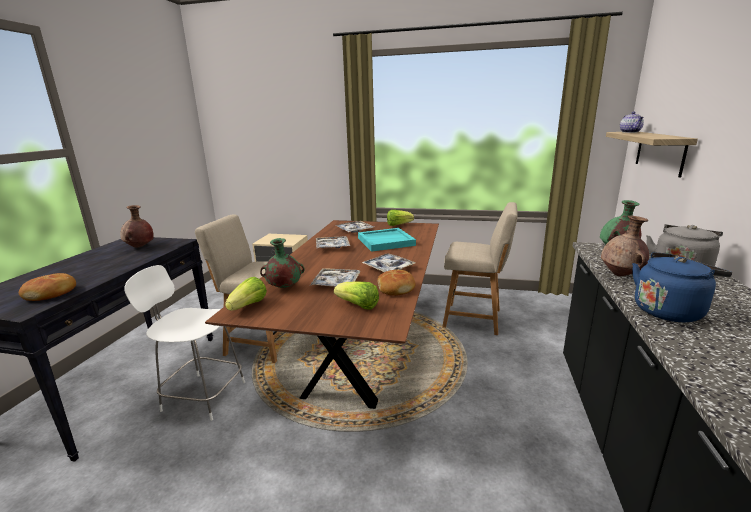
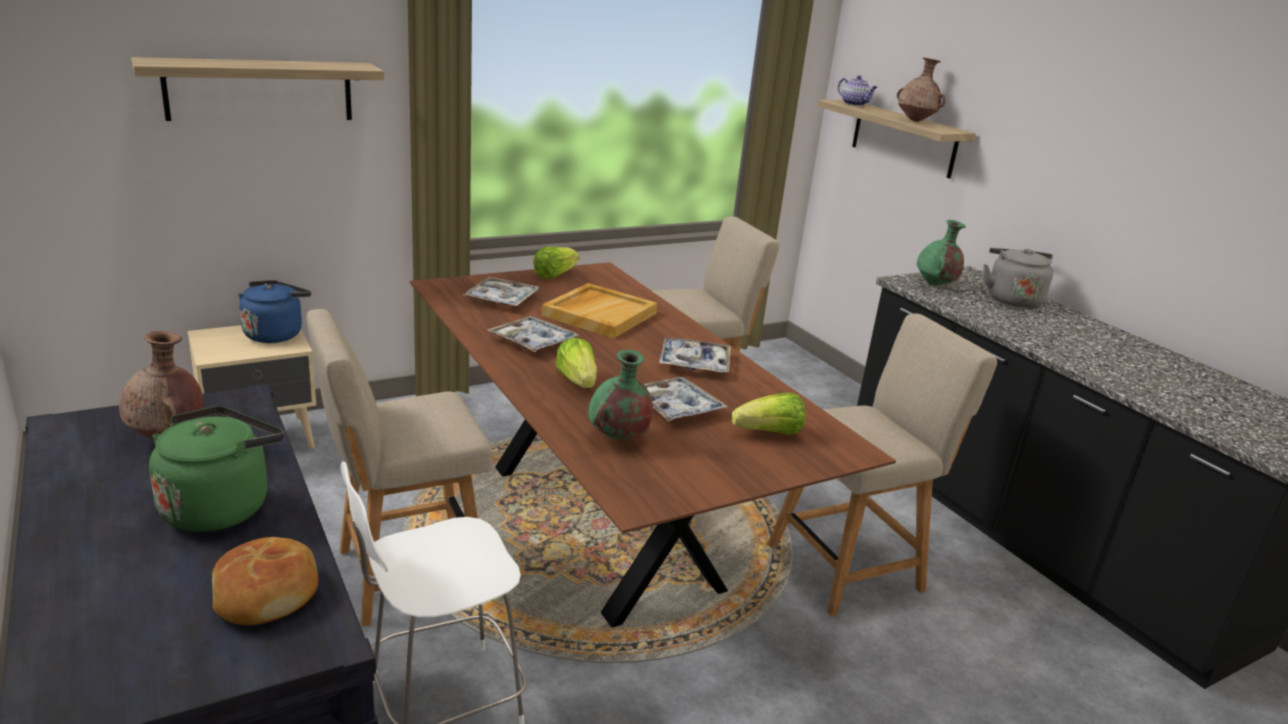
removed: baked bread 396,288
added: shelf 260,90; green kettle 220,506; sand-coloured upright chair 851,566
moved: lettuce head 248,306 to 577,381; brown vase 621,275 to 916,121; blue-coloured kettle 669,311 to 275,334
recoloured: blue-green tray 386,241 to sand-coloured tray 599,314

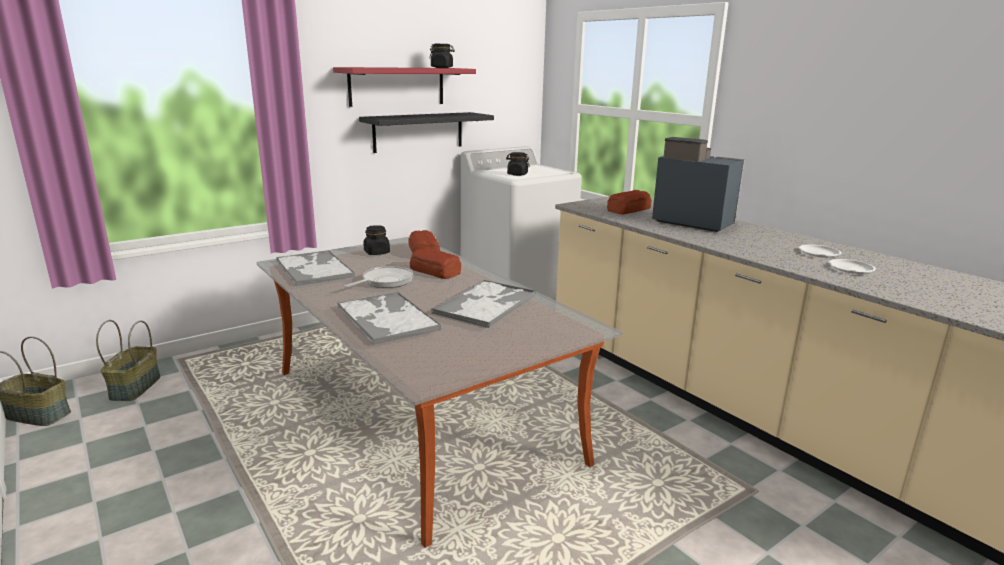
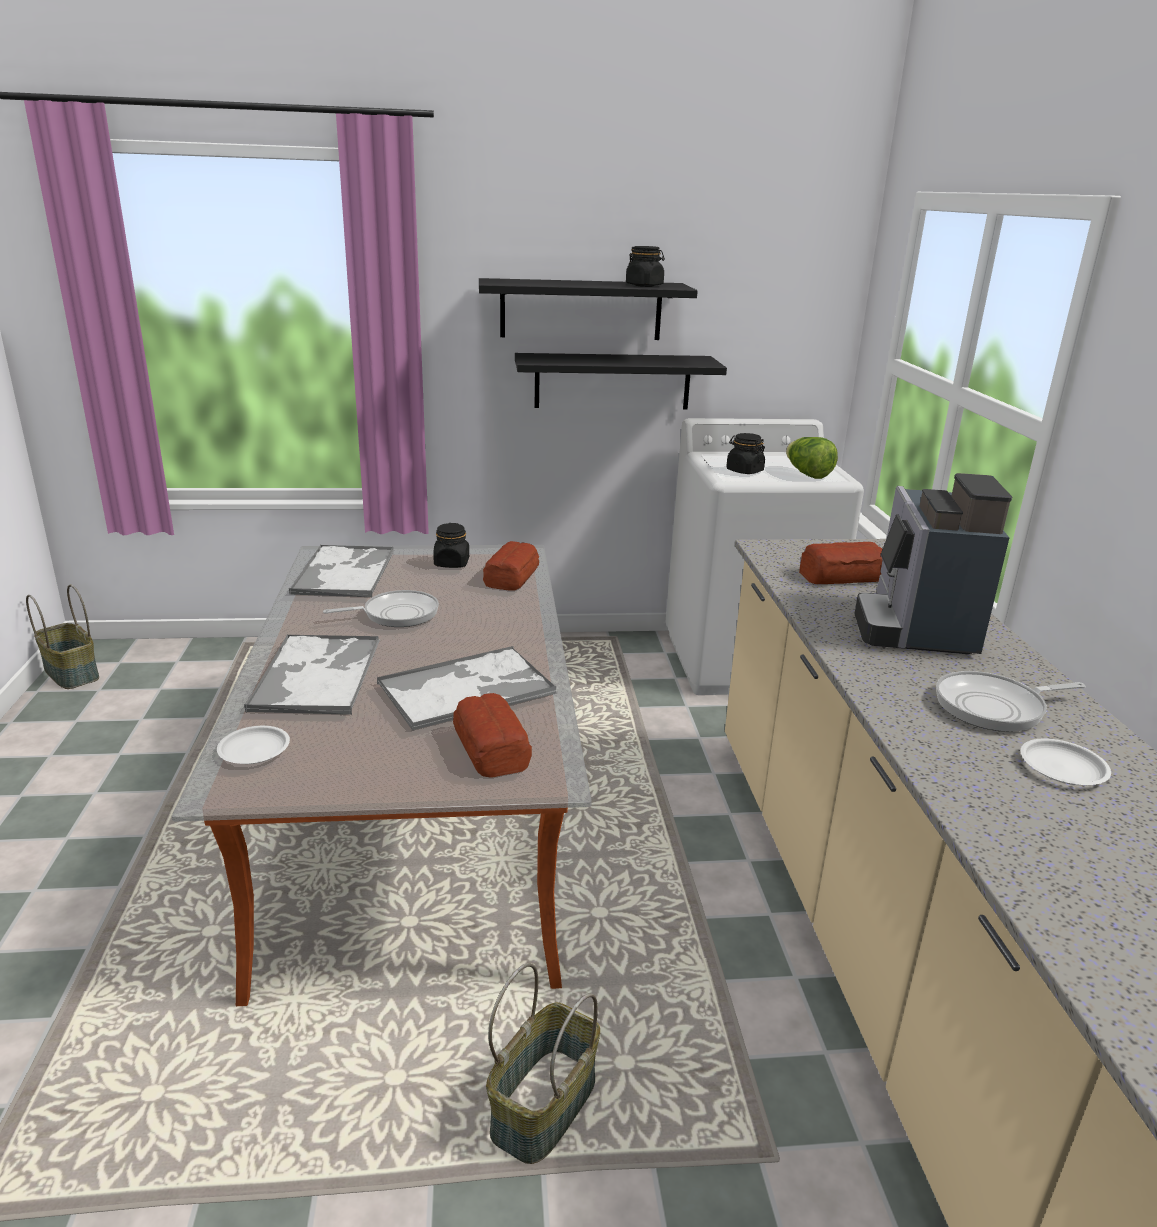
added: lettuce head 807,474; frying pan 995,707
moved: storage basket 135,387 to 543,1105; baked bread 435,271 to 491,746; white-coloured plate 851,269 to 253,750
recoloured: red-coloured shelf 397,86 to blackish shelf 581,309
turned: coffee maker 691,222 = 915,628 150 degrees counterclockwise

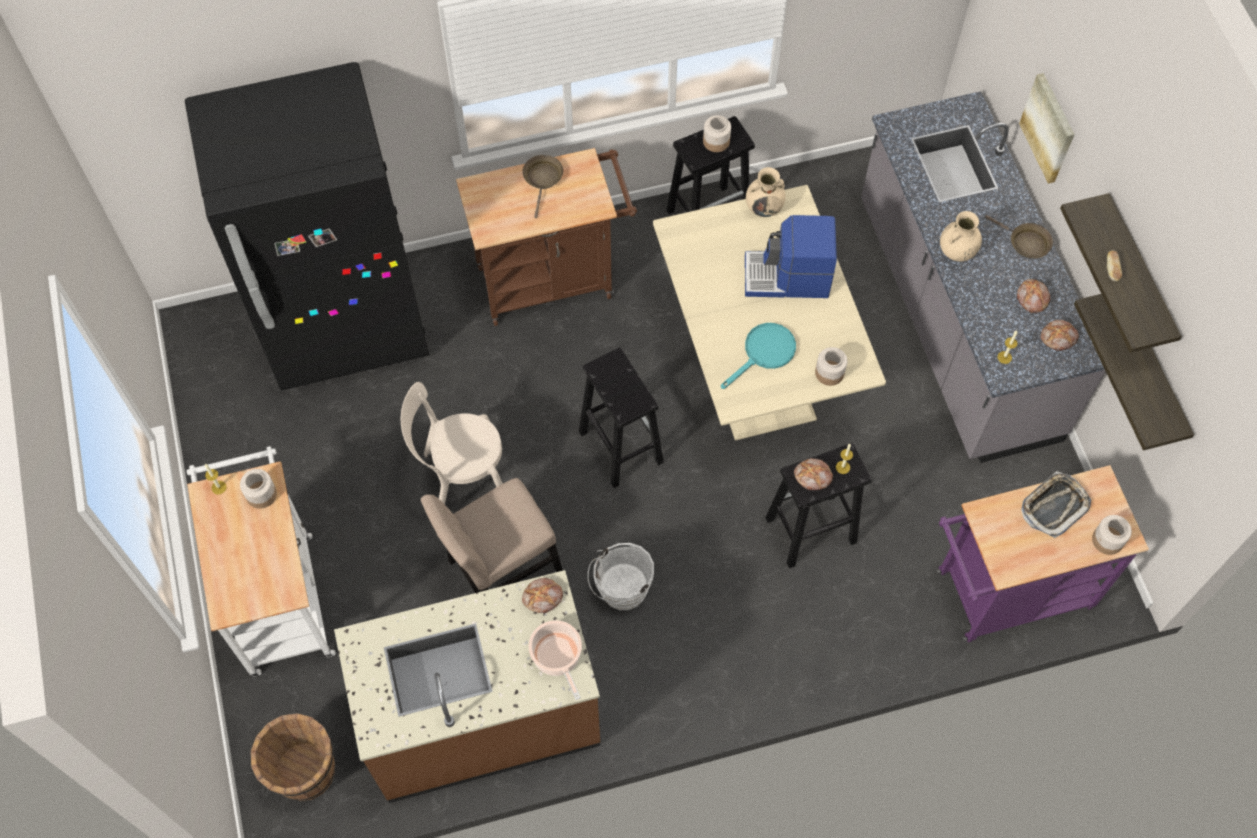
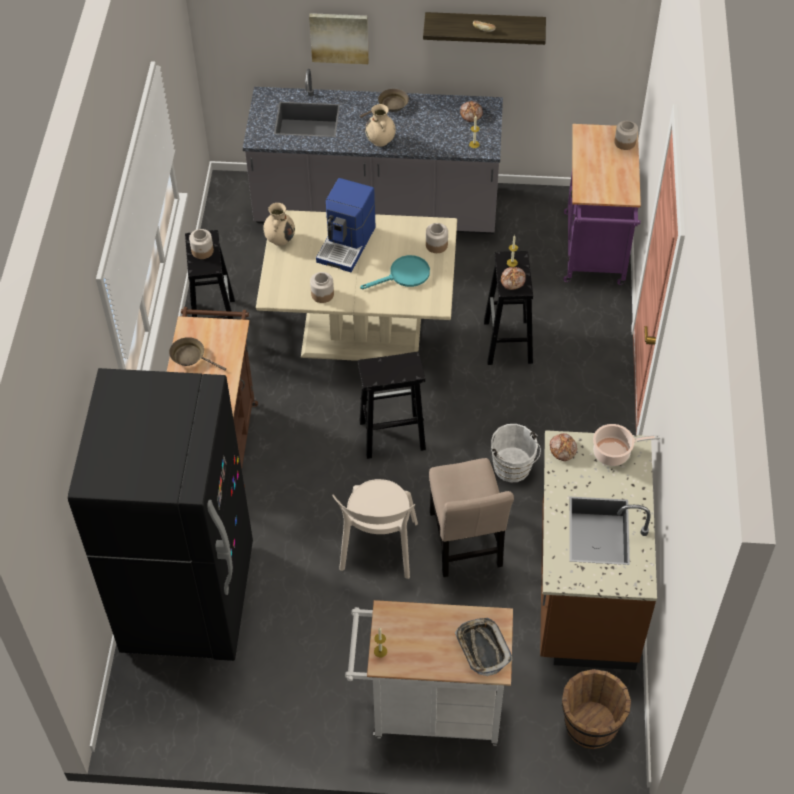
removed: baked bread 1031,299; shelf 1150,371
moved: jar 262,494 to 322,294; tray 1054,506 to 482,648
turned: blue-green frying pan 764,353 = 404,275 90 degrees clockwise

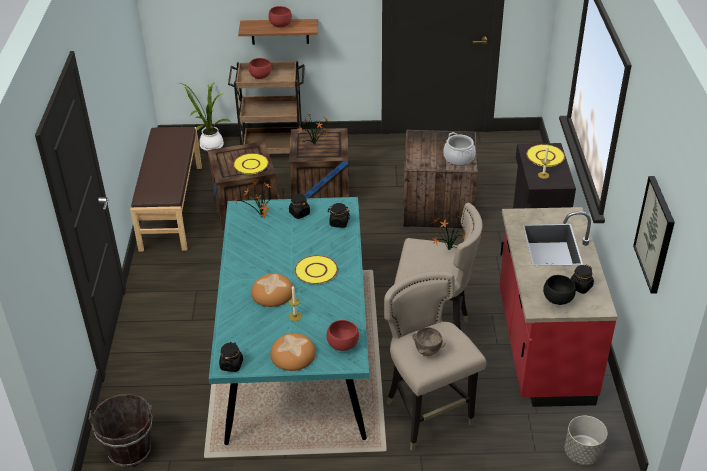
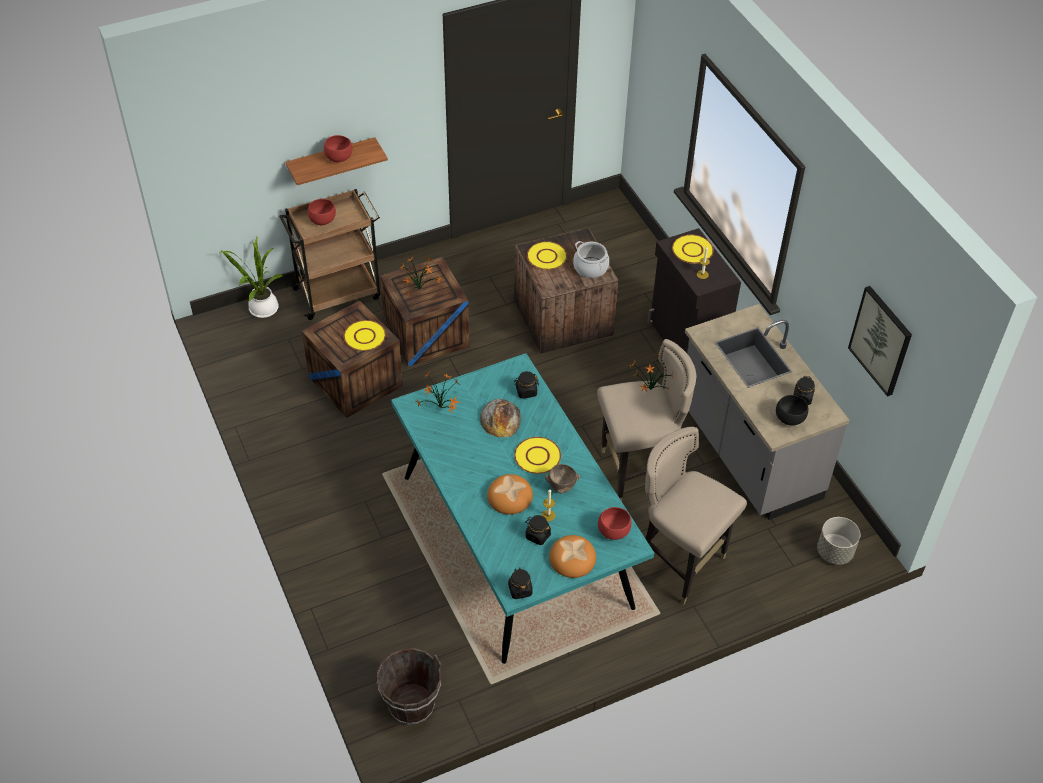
removed: brown indoor bench 171,207
added: baked bread 500,418; yellowish plate 547,256
moved: blackish jar 299,213 to 537,535; brown deep dish 427,352 to 561,488
recoloured: red-coloured kitchen counter 542,347 to grey kitchen counter 747,453

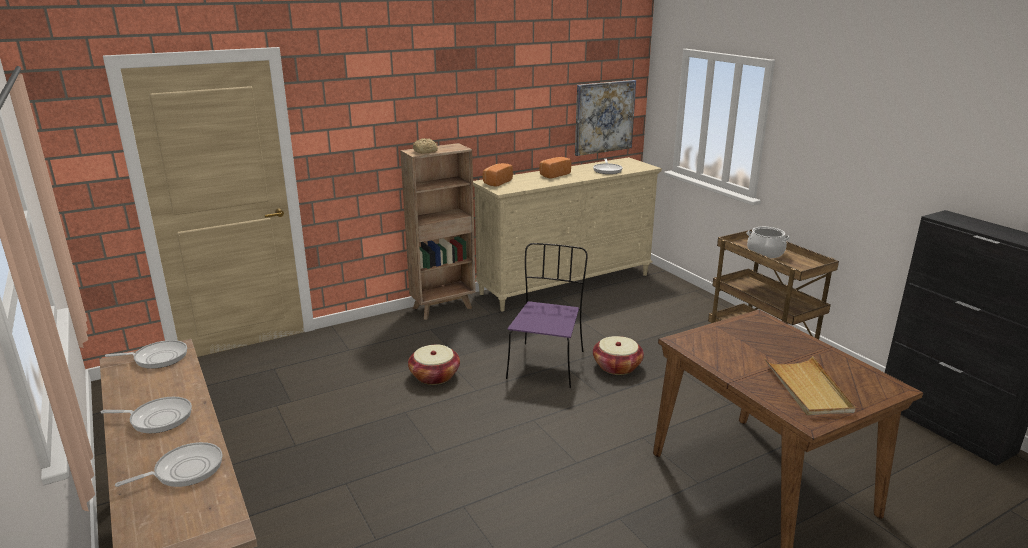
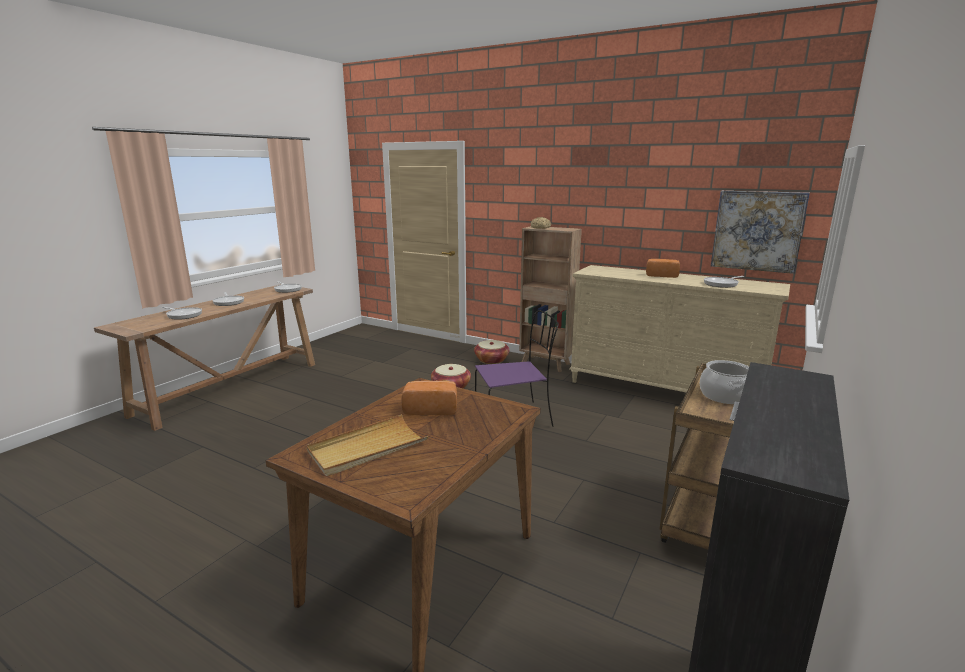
moved: baked bread 496,182 to 431,409; storage basket 617,366 to 491,360

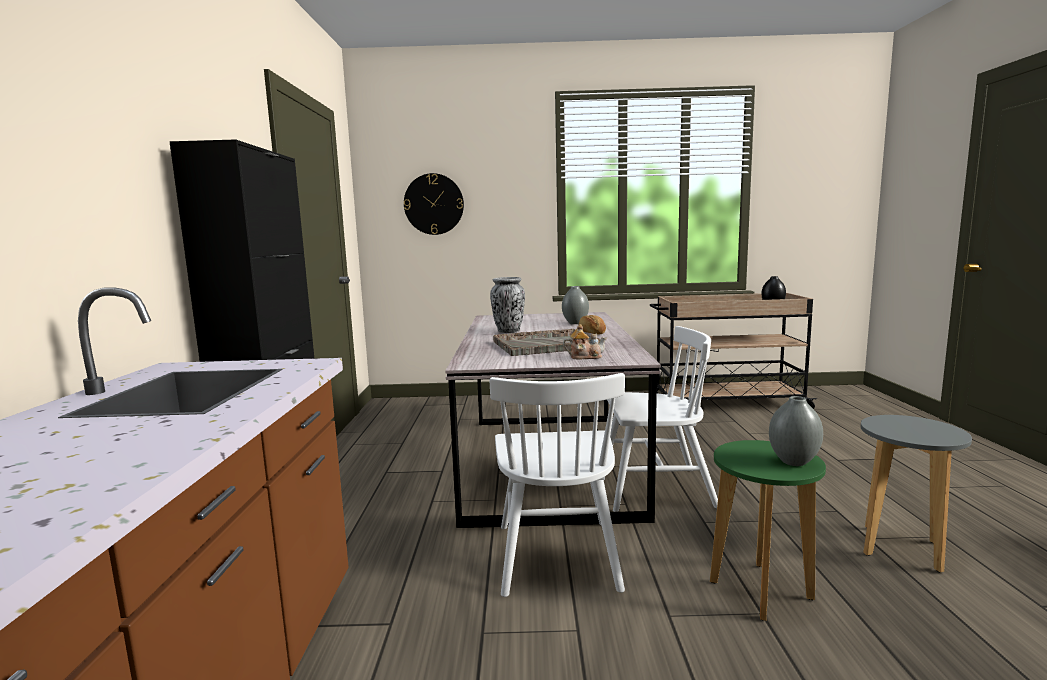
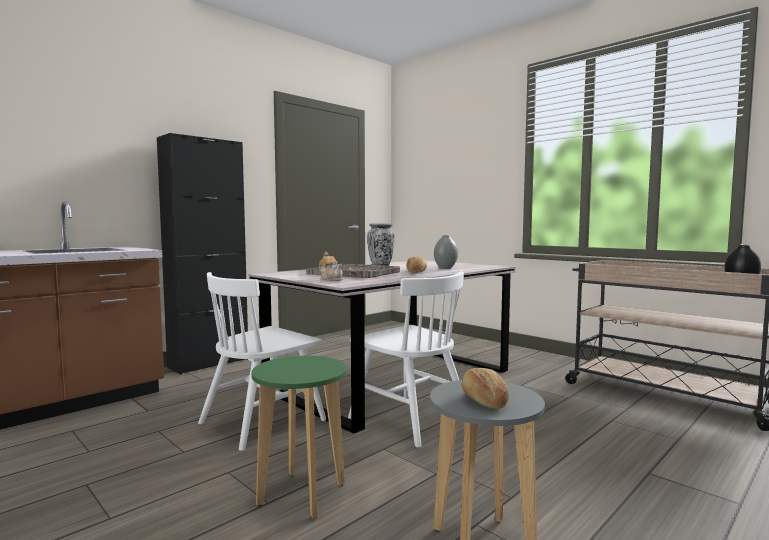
removed: wall clock 434,204; grey vase 794,462
added: baked bread 483,401

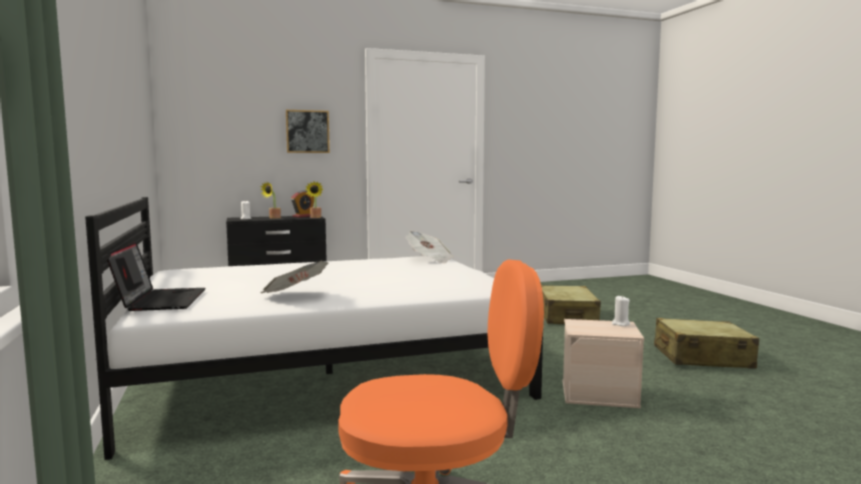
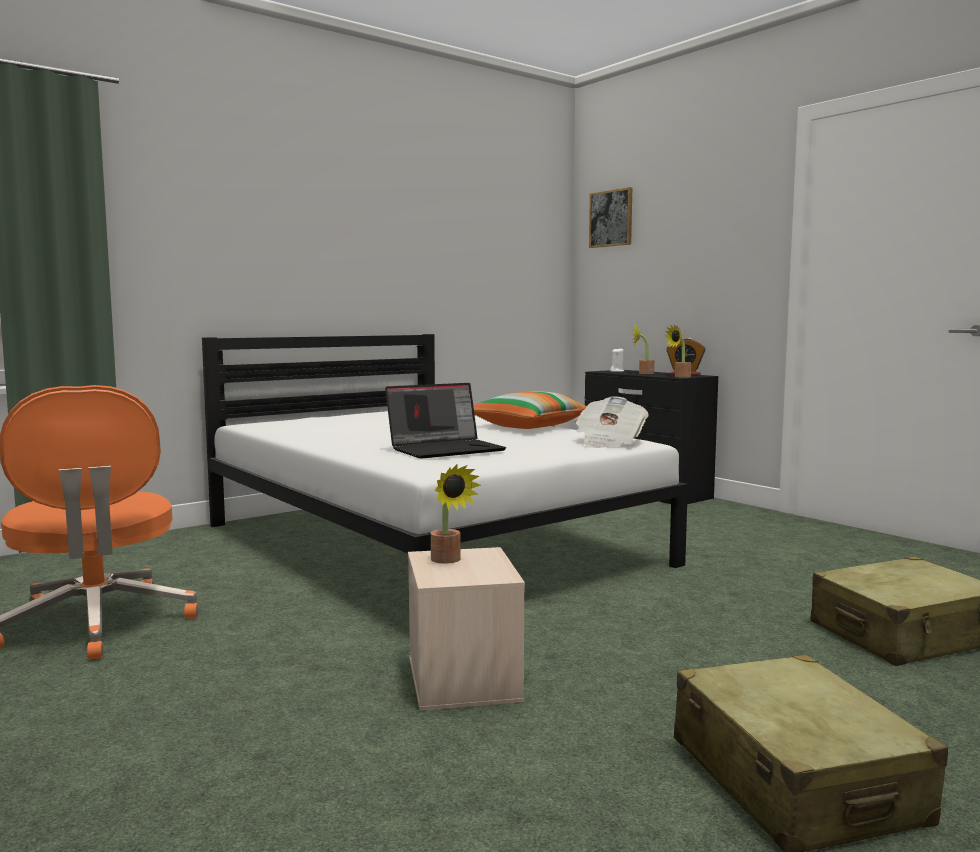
removed: newspaper 295,295; white-coloured candle 620,324
added: potted plant 448,560; throw pillow 528,426
moved: portable computer 160,300 to 446,449; wall art 307,131 to 611,218

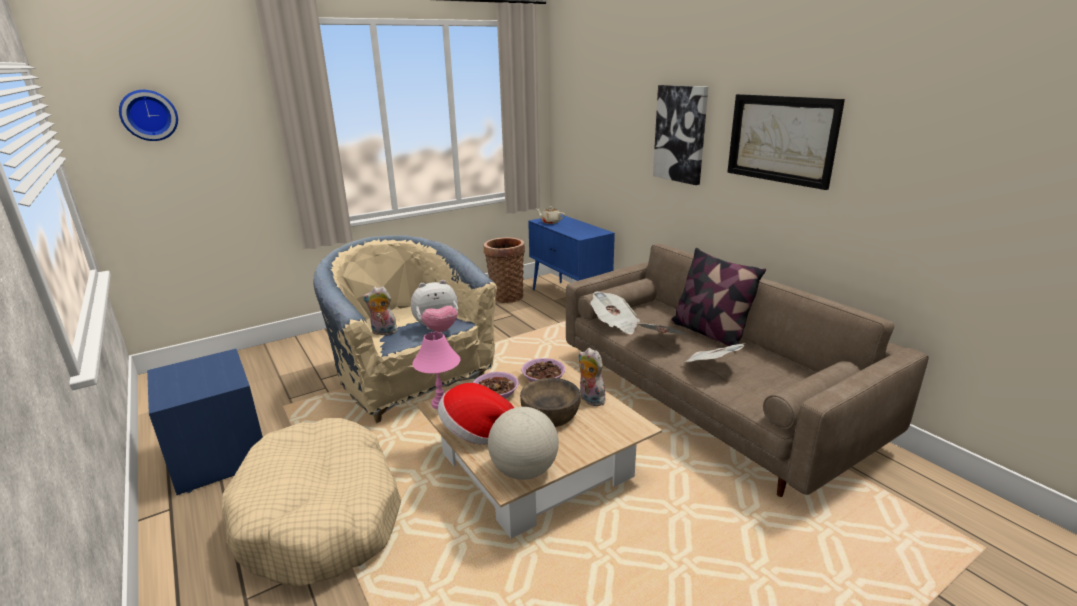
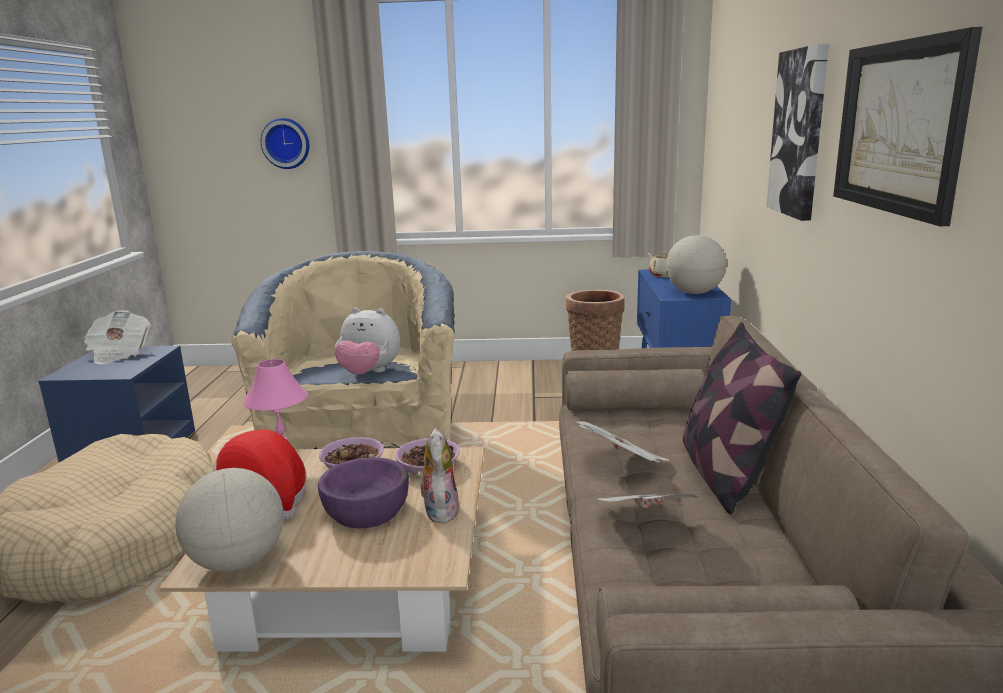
removed: soft toy 383,332
added: desk globe 694,293
moved: wall clock 149,115 to 286,143; newspaper 615,325 to 119,353
recoloured: brown deep dish 550,414 to purple-coloured deep dish 366,511

